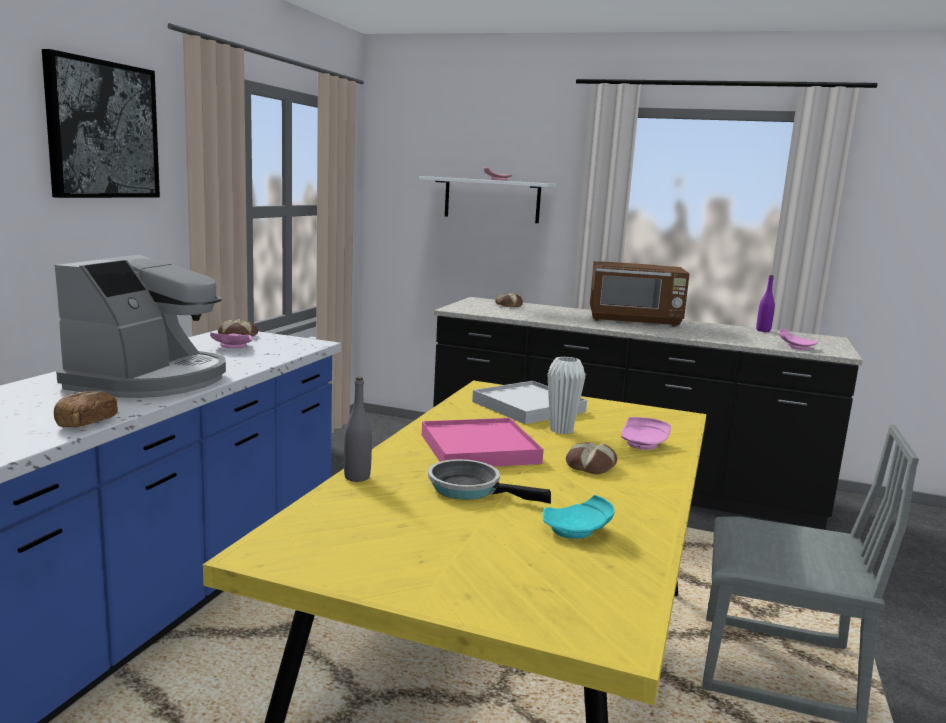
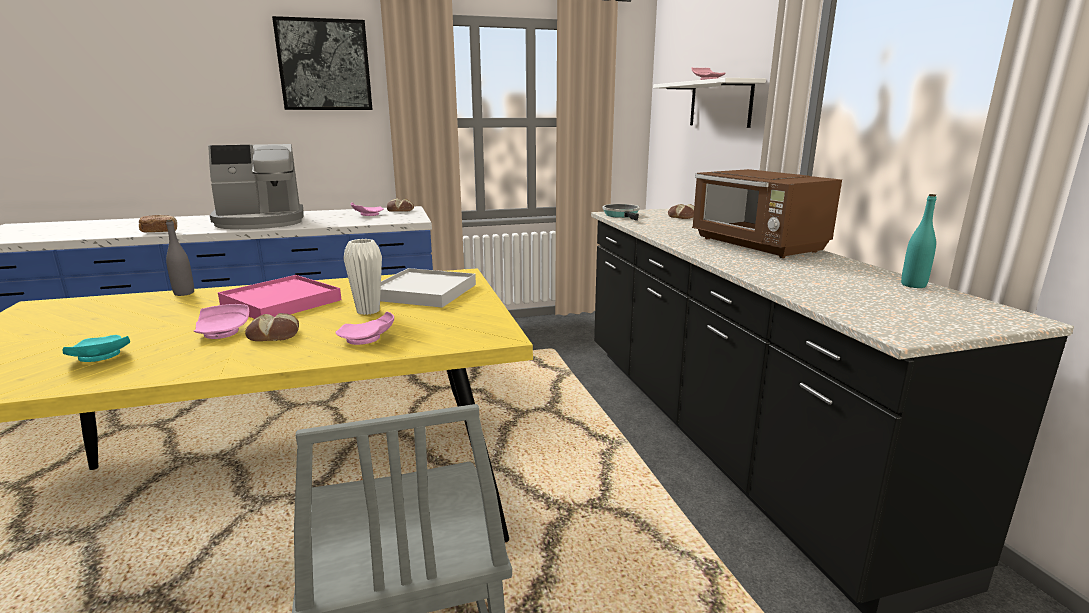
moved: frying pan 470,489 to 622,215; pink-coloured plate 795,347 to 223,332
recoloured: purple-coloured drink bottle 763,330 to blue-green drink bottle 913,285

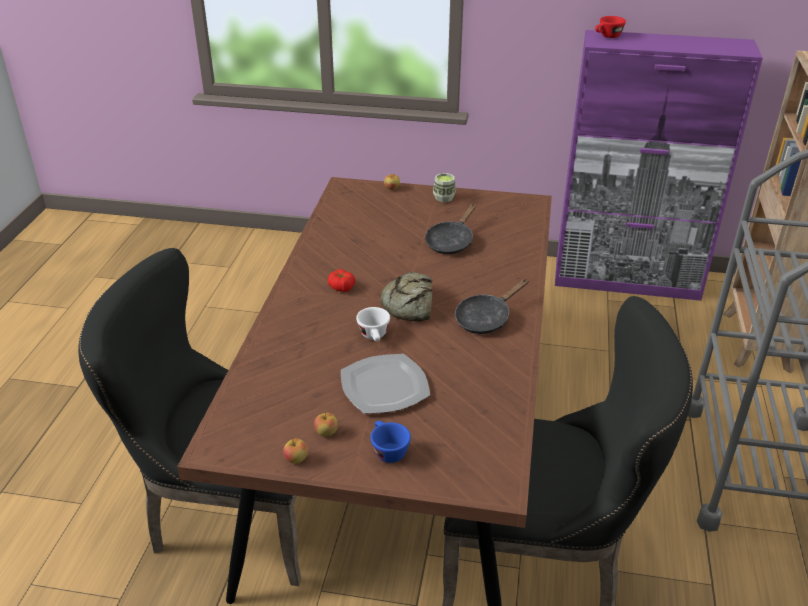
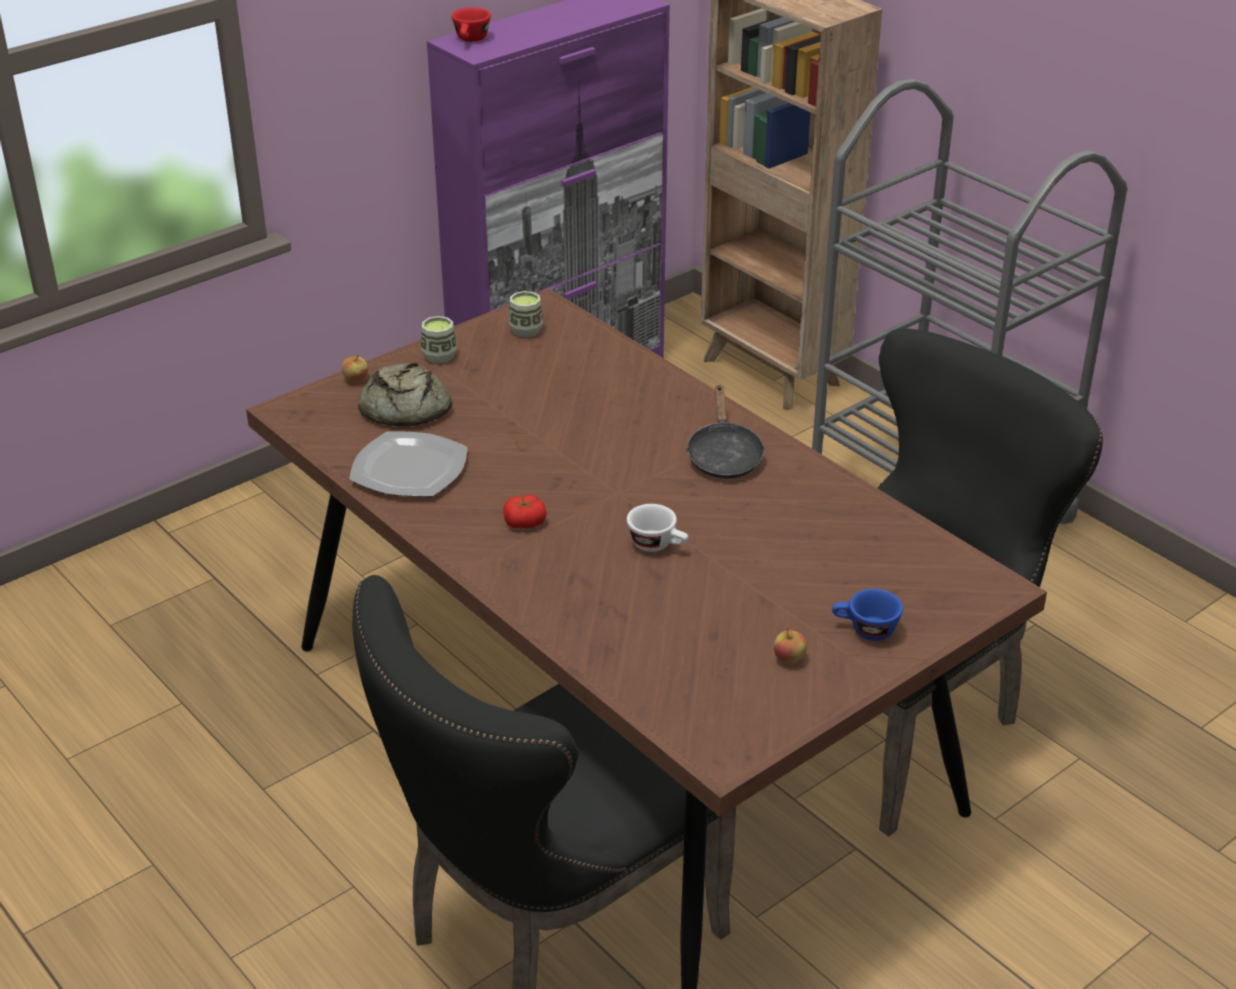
removed: apple 296,459; blackish frying pan 451,241
added: small cup 526,330
moved: plate 385,385 to 408,468; baked bread 409,304 to 403,408

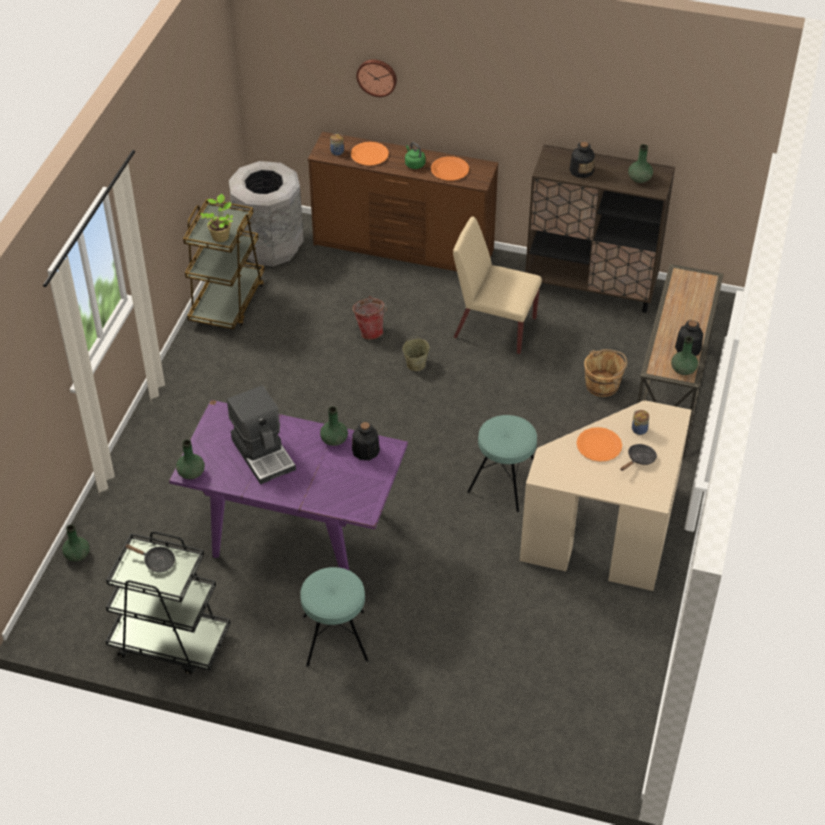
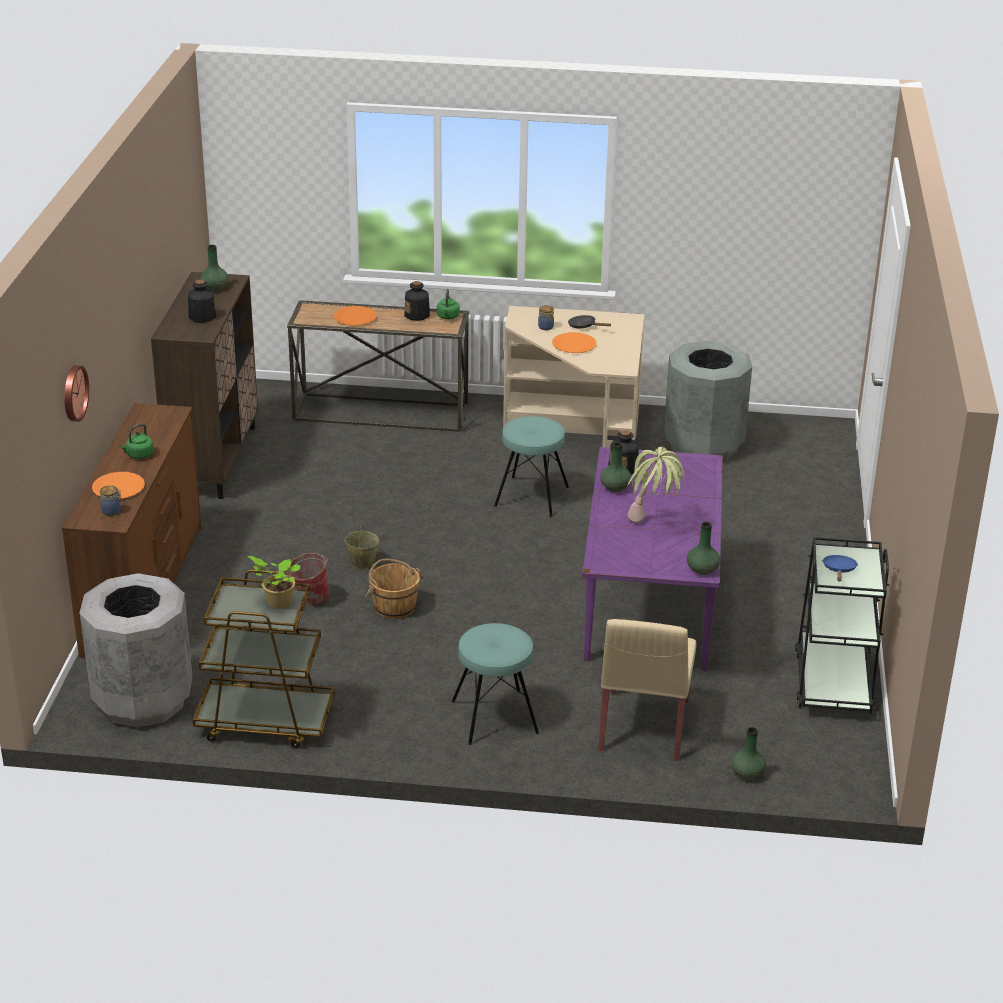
added: grey trash can 703,446
moved: blue-green stool 335,638 to 494,717; orange-coloured plate 450,170 to 355,317; sand-coloured upright chair 493,327 to 643,727; brown water bucket 603,385 to 394,606
replaced: coffee maker 264,453 to potted plant 653,527; green vase 683,370 to green kettle 448,317
recoloured: blackish frying pan 156,562 to blue-coloured frying pan 839,570

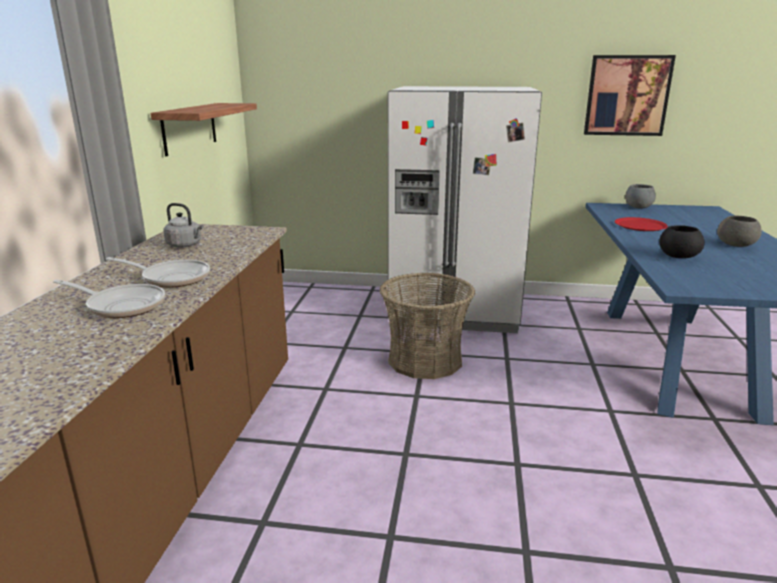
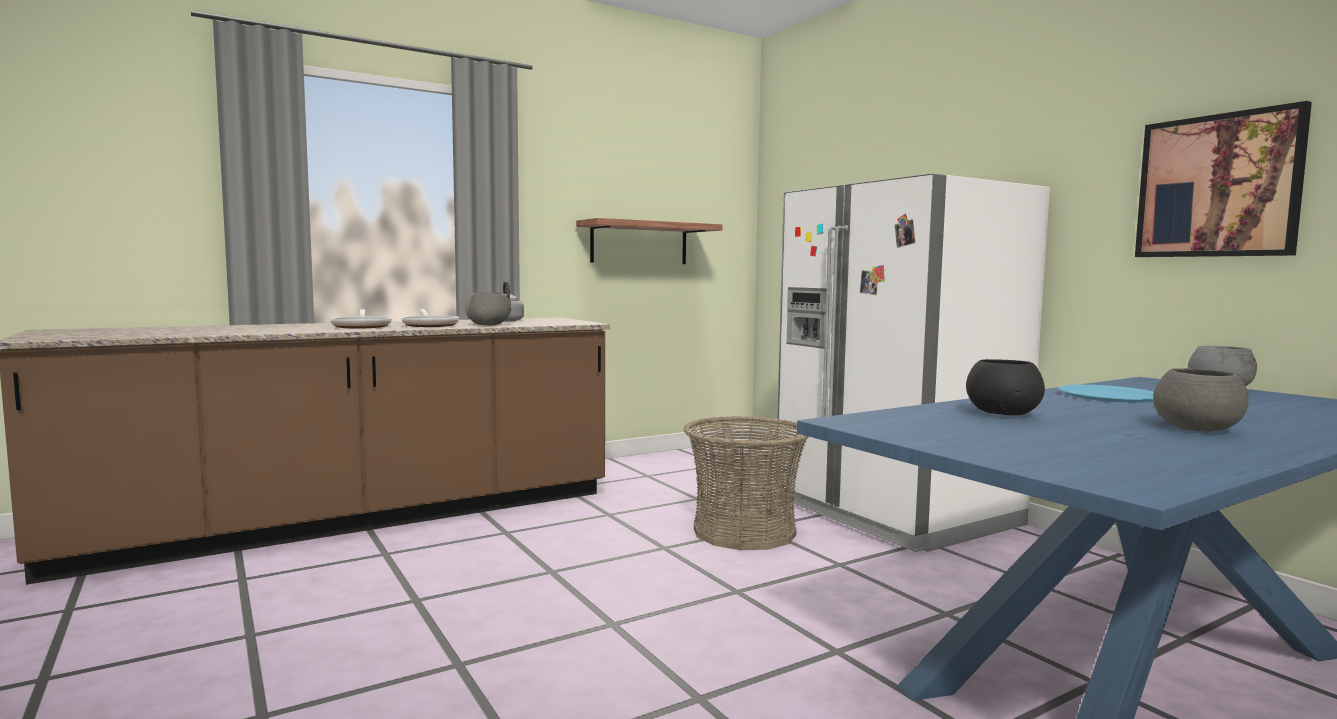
added: grey deep dish 489,325
recoloured: red-coloured plate 640,225 to blue-coloured plate 1109,395

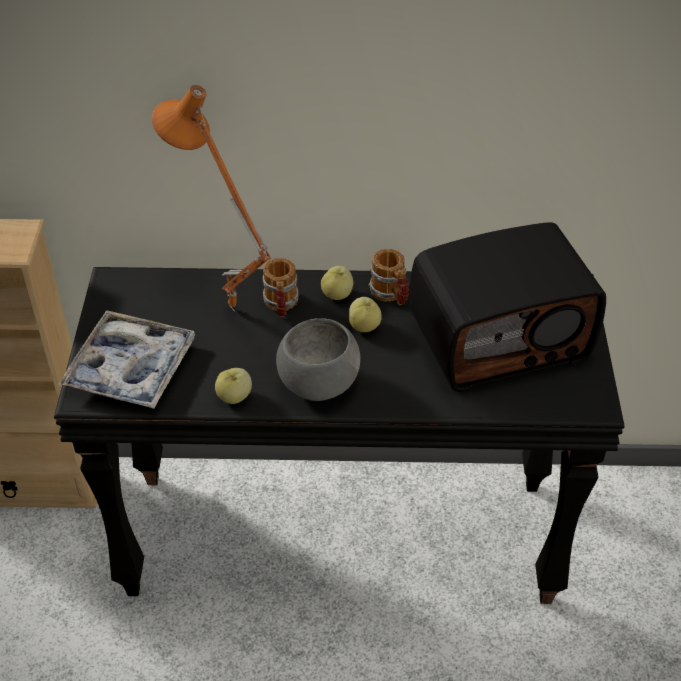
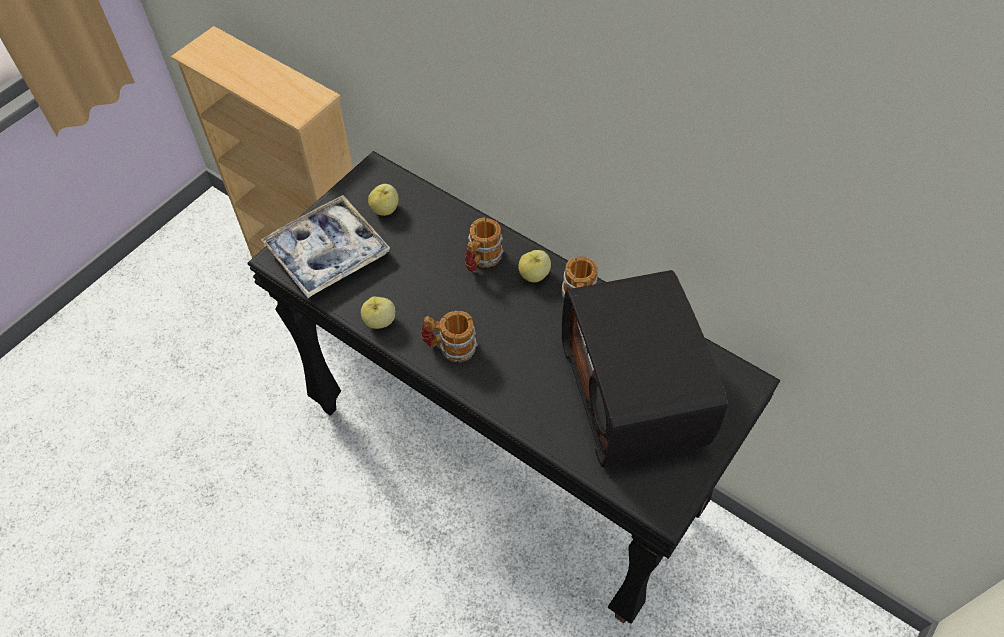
removed: orange-coloured table lamp 228,310
moved: apple 364,326 to 385,209
replaced: grey deep dish 317,384 to coffee mug 450,347
turned: radio set 499,338 = 635,393 60 degrees clockwise

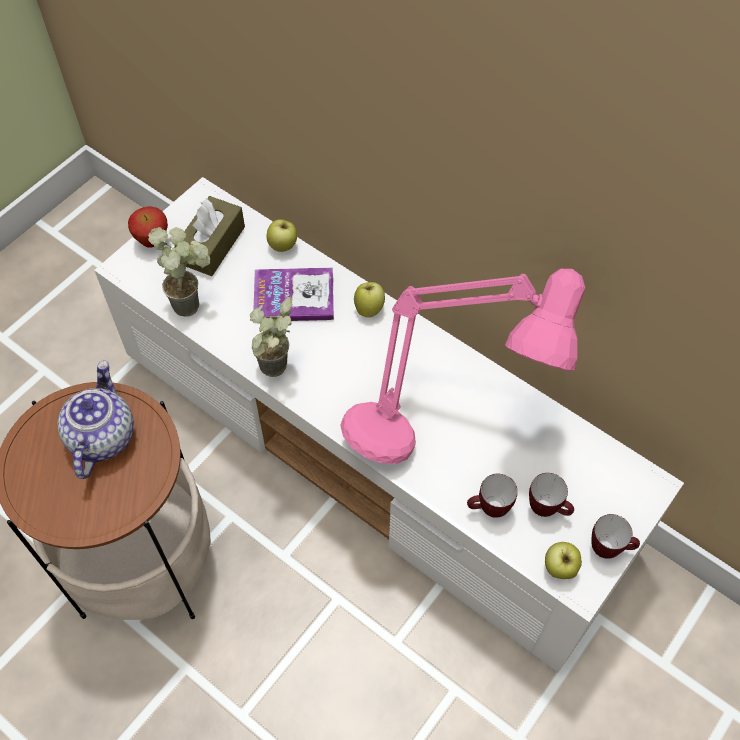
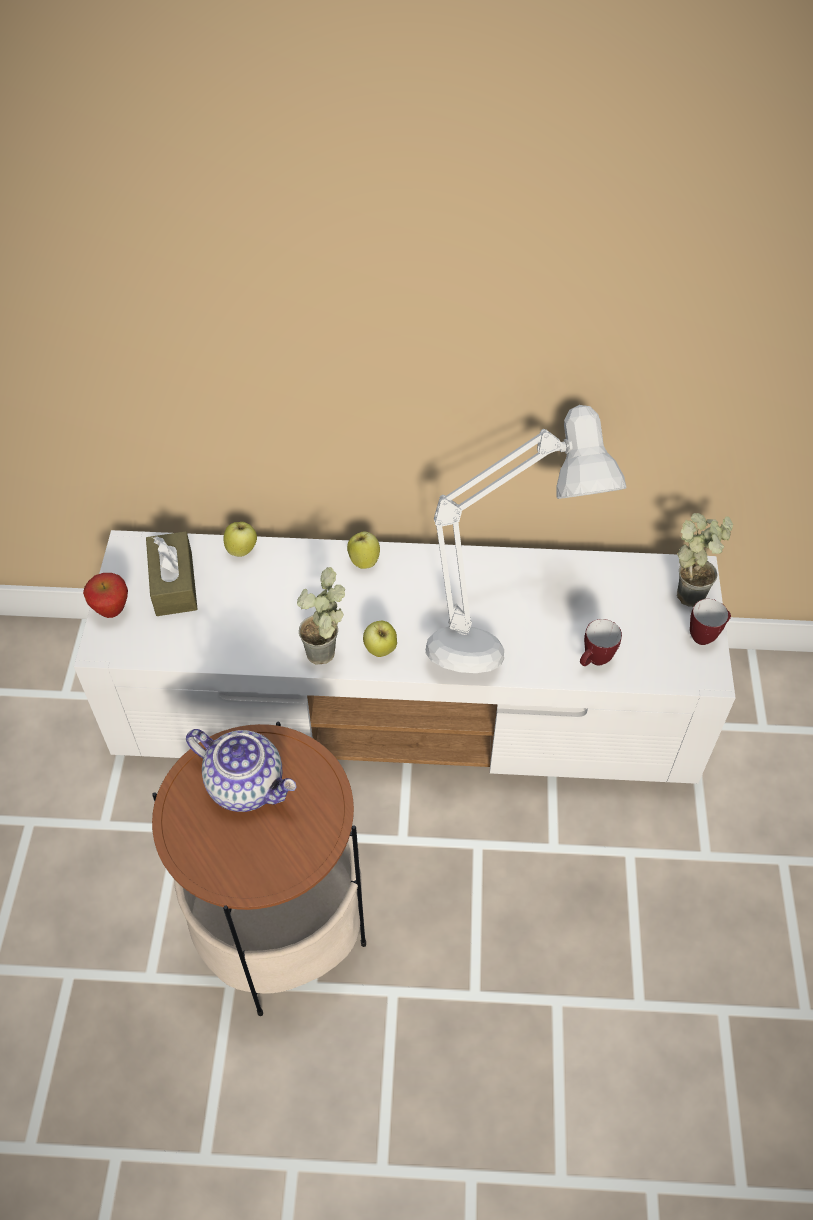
removed: bound book 294,296; coffee mug 547,509
moved: potted plant 193,302 to 691,590; apple 559,568 to 380,650
recoloured: pink-coloured table lamp 444,423 to grey table lamp 504,616
turned: teapot 101,437 = 247,784 150 degrees clockwise

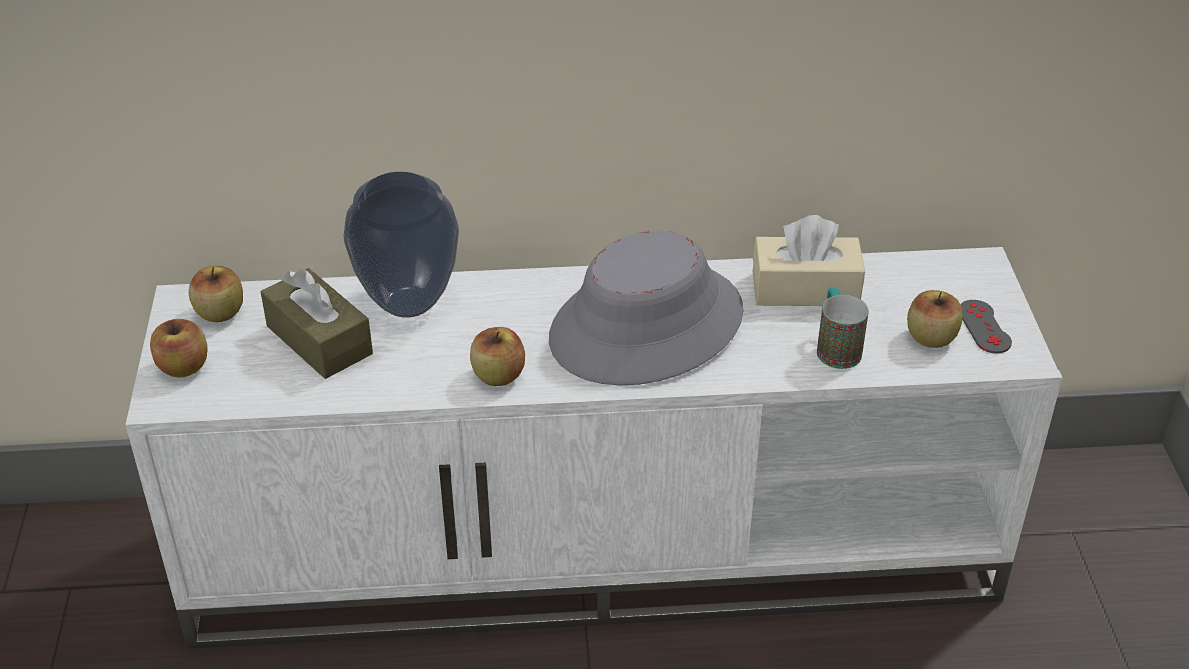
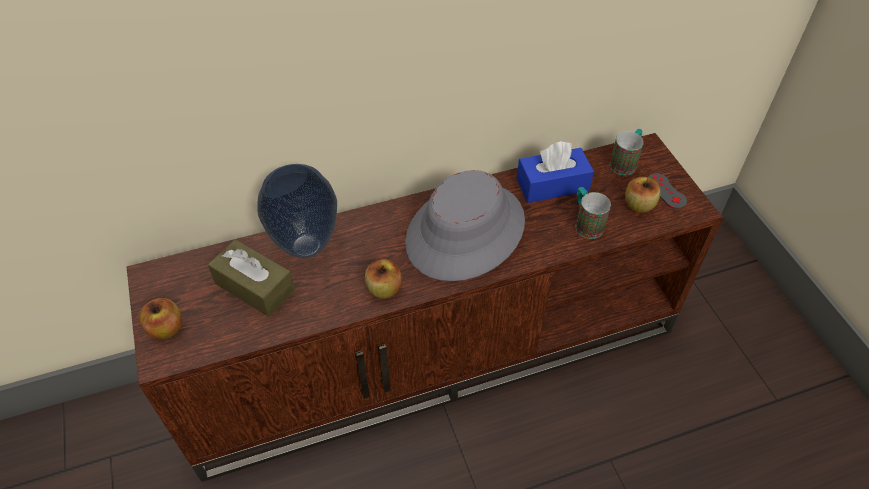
removed: apple 220,313
added: coffee mug 625,162
recoloured: white-coloured tv stand 598,549 to brown tv stand 435,351; sand-coloured tissue box 805,289 to blue-coloured tissue box 552,185

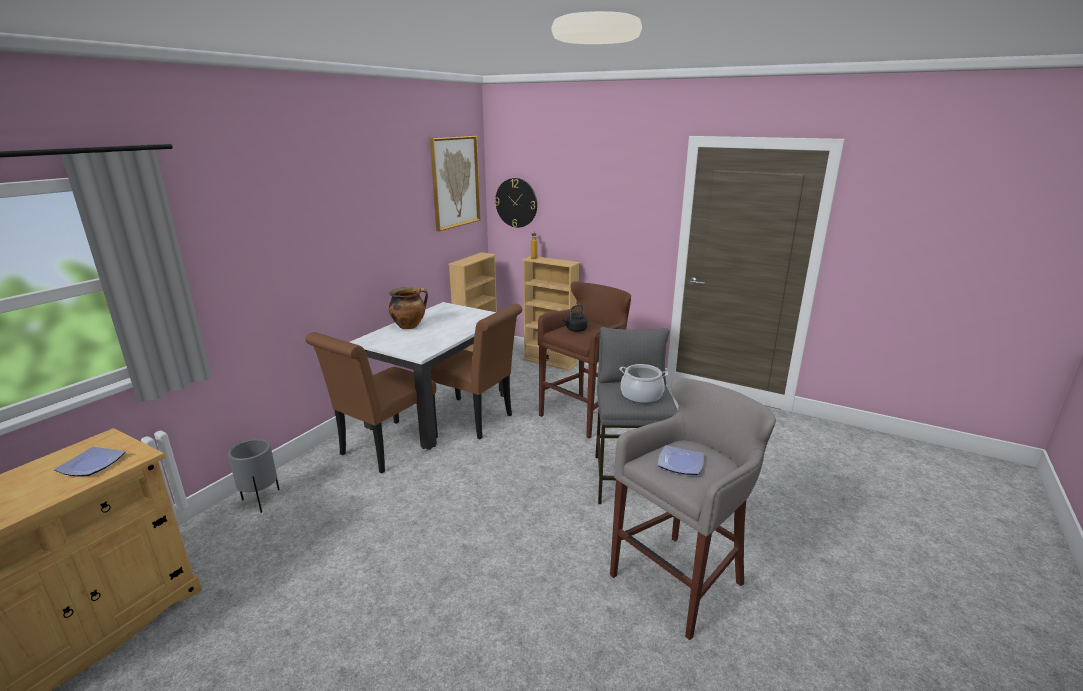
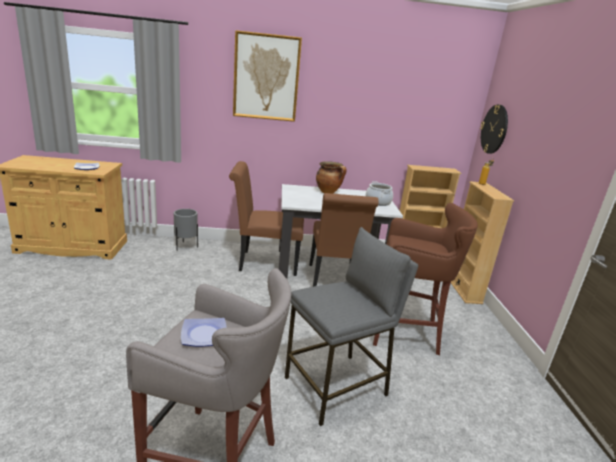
removed: blackish kettle 575,330
moved: wall art 455,182 to 266,77; saucepot 641,395 to 378,202

